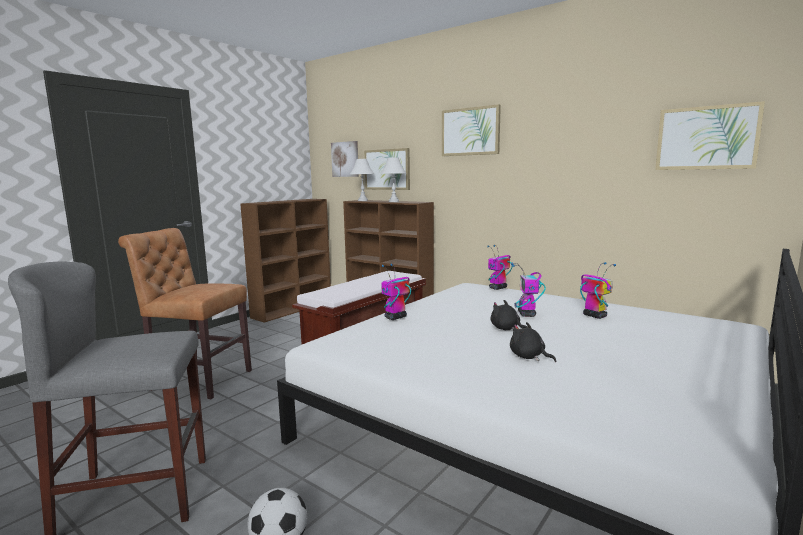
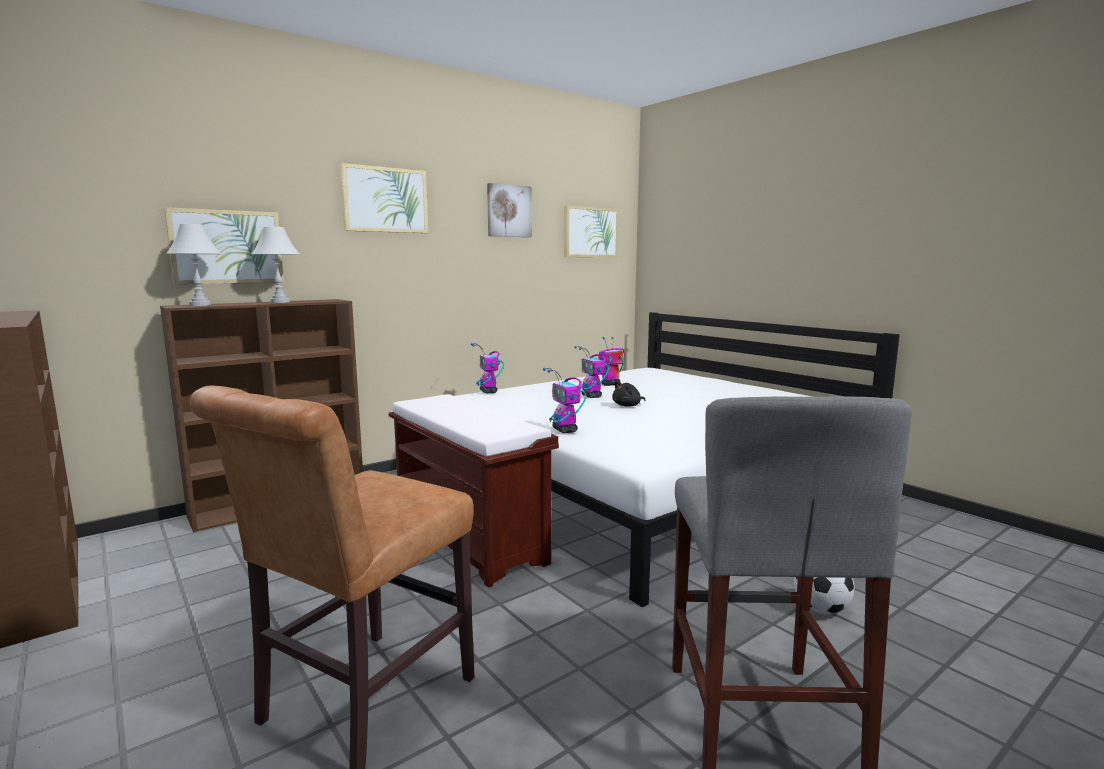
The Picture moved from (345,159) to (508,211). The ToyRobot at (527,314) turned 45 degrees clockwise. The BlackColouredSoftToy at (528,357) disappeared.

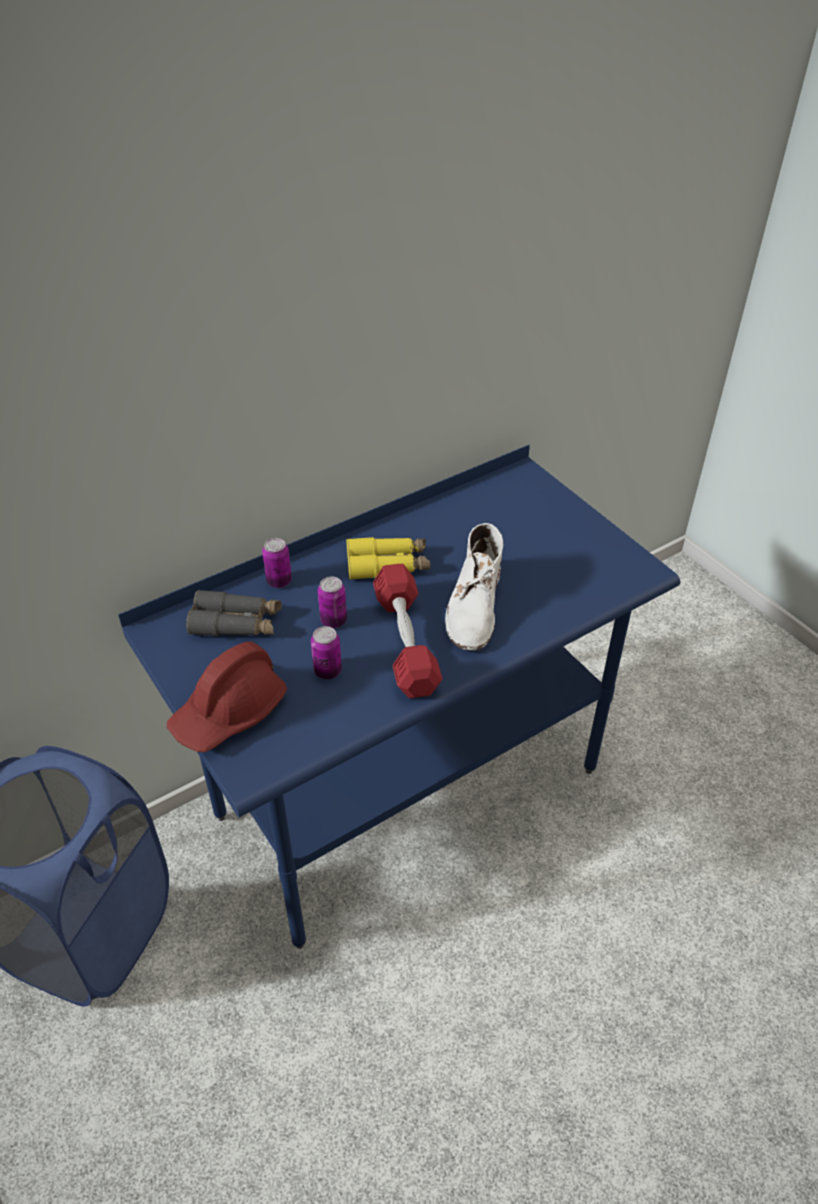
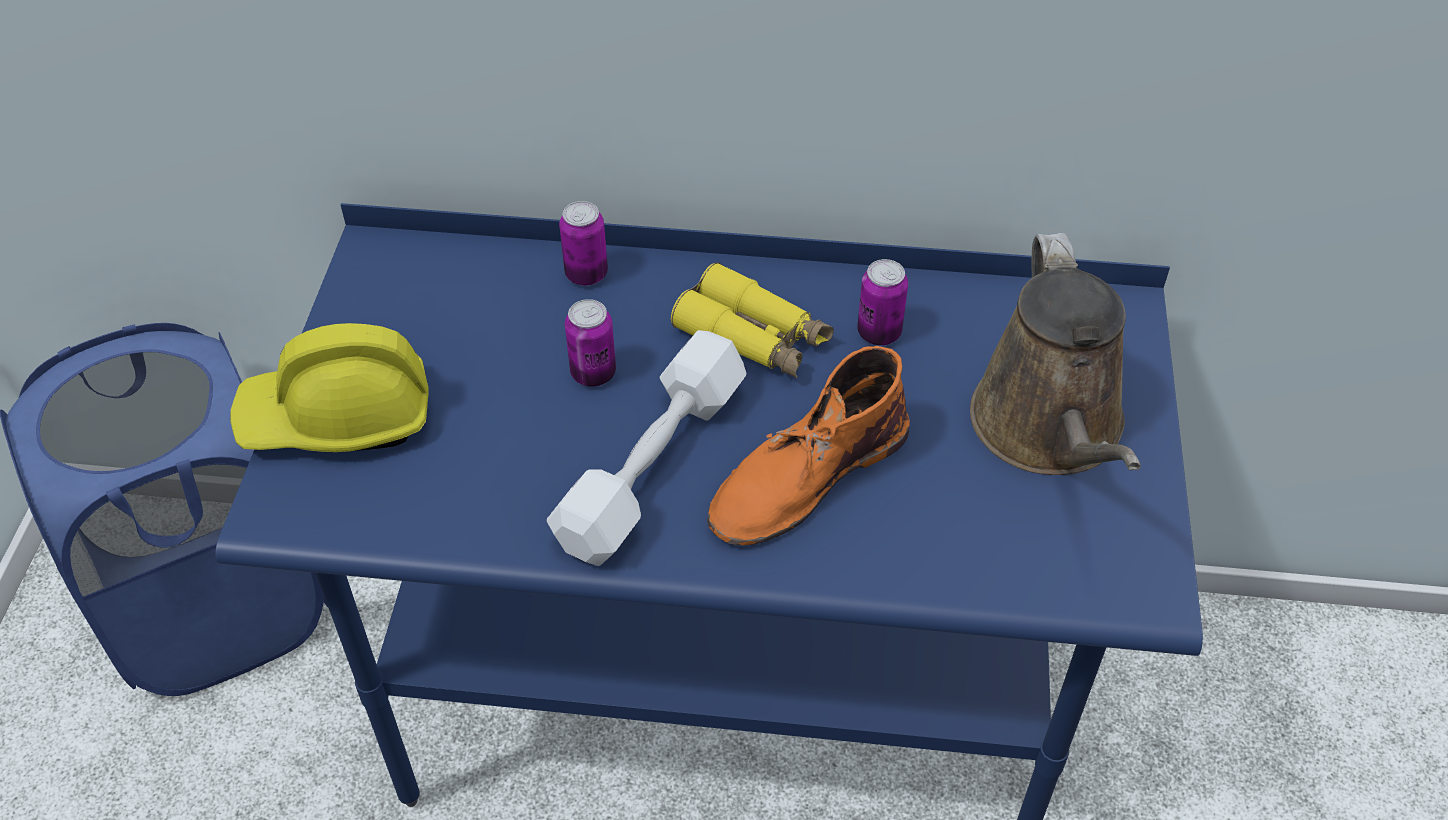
The WhiteTallBoot at (474,606) became the OrangeyTallBoot at (806,476). The RedDumbbell at (405,642) became the WhiteDumbbell at (652,466). The GrayBinoculars at (236,623) disappeared. The SealedCan moved from (327,671) to (879,333). The RedWorkHelmet at (229,712) became the YellowishWorkHelmet at (338,417). The BrownishWateringCan at (1050,430) appeared.

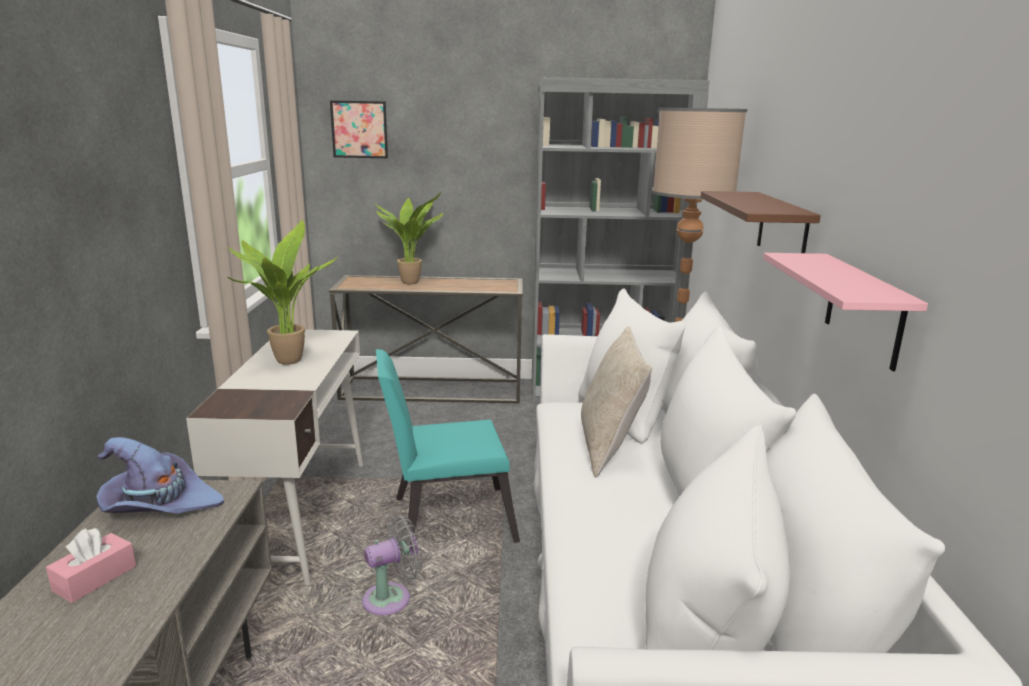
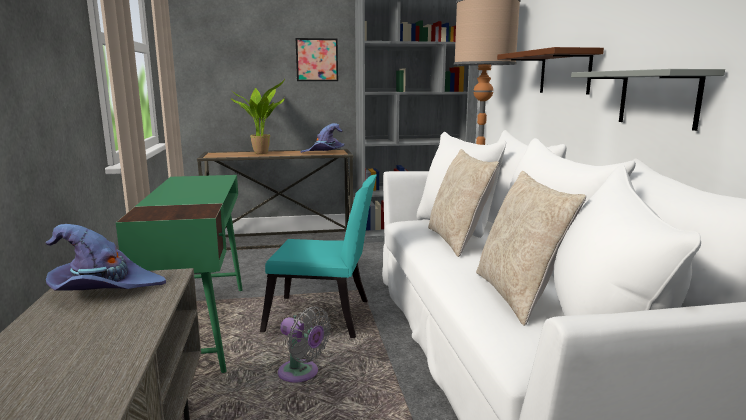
The Picture moved from (359,129) to (317,60). The Houseplant at (285,360) disappeared. The PinkColouredShelf at (864,310) became the GrayShelf at (658,98). The WhiteDeskTable at (301,515) became the GreenDeskTable at (200,326). The BlueGreenPlainChair at (444,519) turned 150 degrees counterclockwise. The GrayElectricFan at (392,598) turned 75 degrees clockwise. The PinkColouredBoxOfTissues at (95,578) disappeared. The PurplishHat at (324,153) appeared. The BeigeCushion at (519,296) appeared.

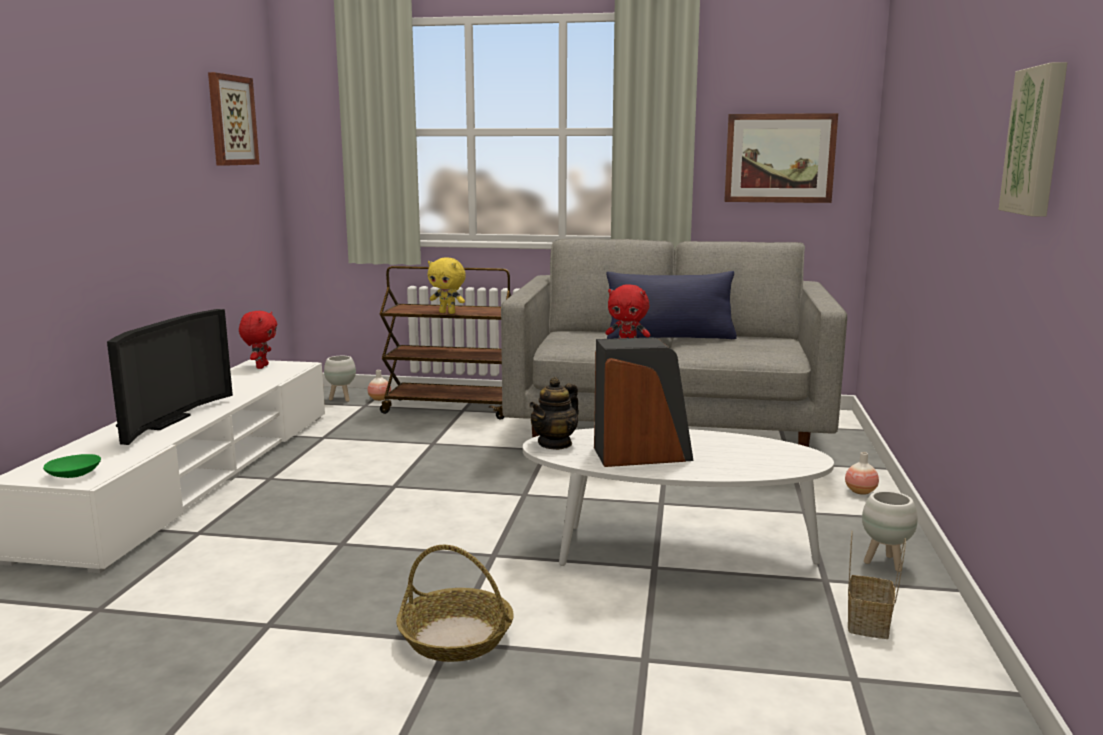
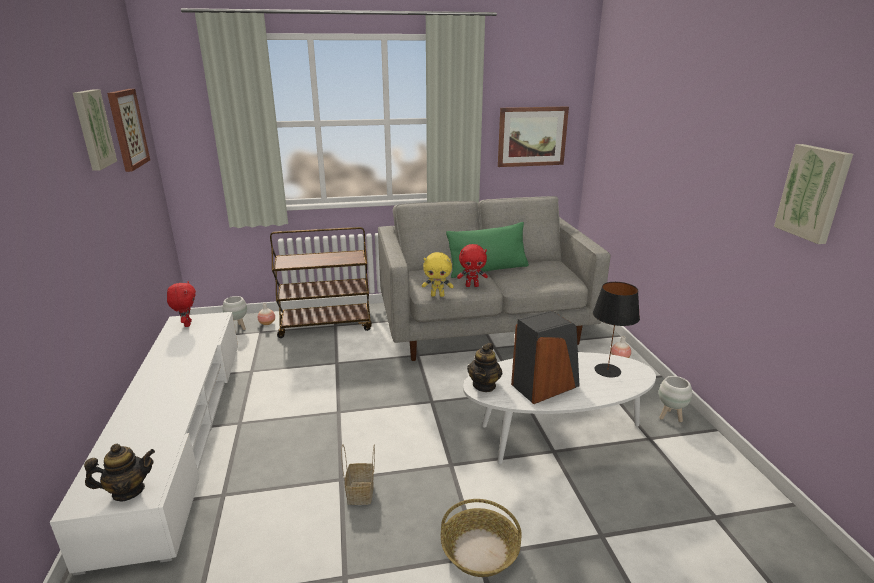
The YellowishSoftToy moved from (448,313) to (437,295). The BlueColouredCushion at (670,338) became the GreenCushion at (488,270). The Tv at (162,422) disappeared. The GreenBowl at (73,474) was replaced by the PotForTea at (128,491). The HouseholdBasket moved from (869,625) to (361,494). The Picture at (92,129) appeared. The BlackColouredTableLamp at (607,370) appeared.

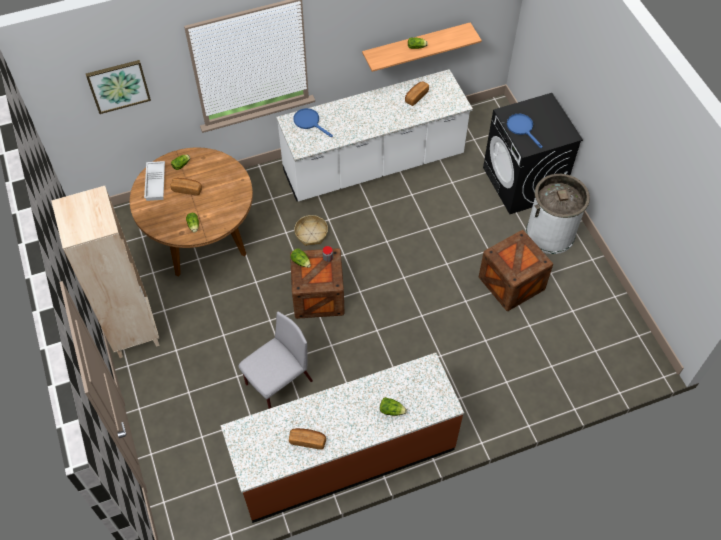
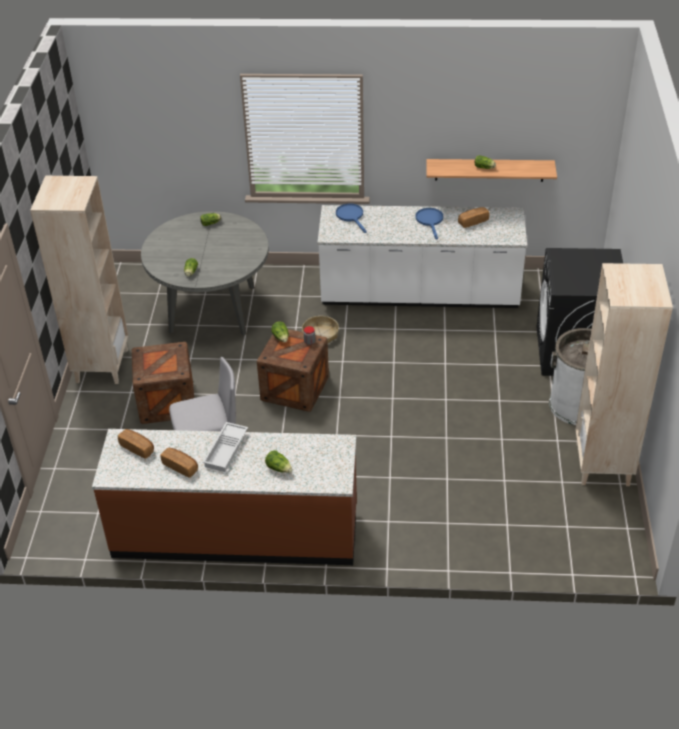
The Picture at (118,86) disappeared. The BlueColouredSkillet moved from (522,128) to (430,221). The BrownishKitchenTable at (202,238) became the GrayKitchenTable at (212,309). The WhiteCarryingTray moved from (156,183) to (226,450). The BakeryBread moved from (187,189) to (137,448). The Crate moved from (511,283) to (167,402). The BeigeBookshelf at (603,464) appeared.

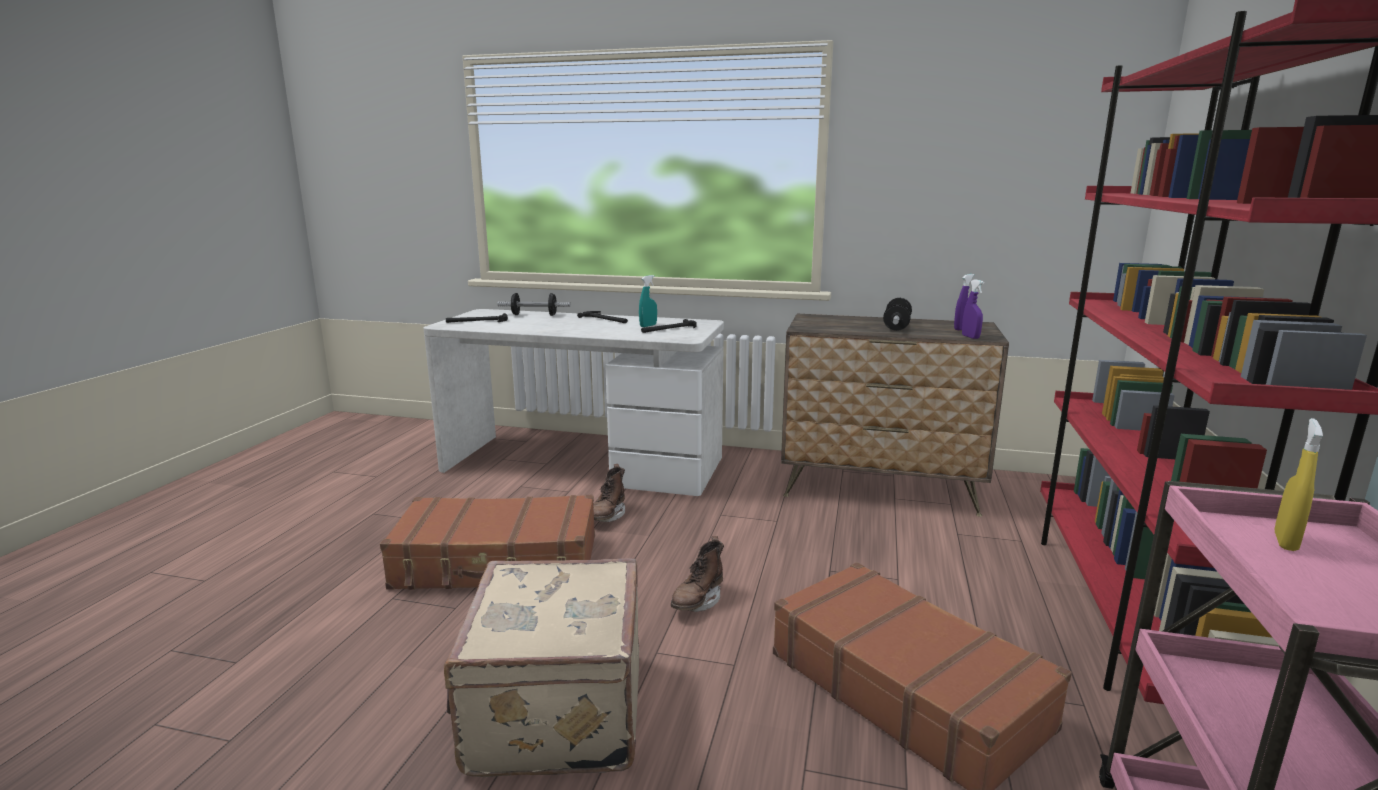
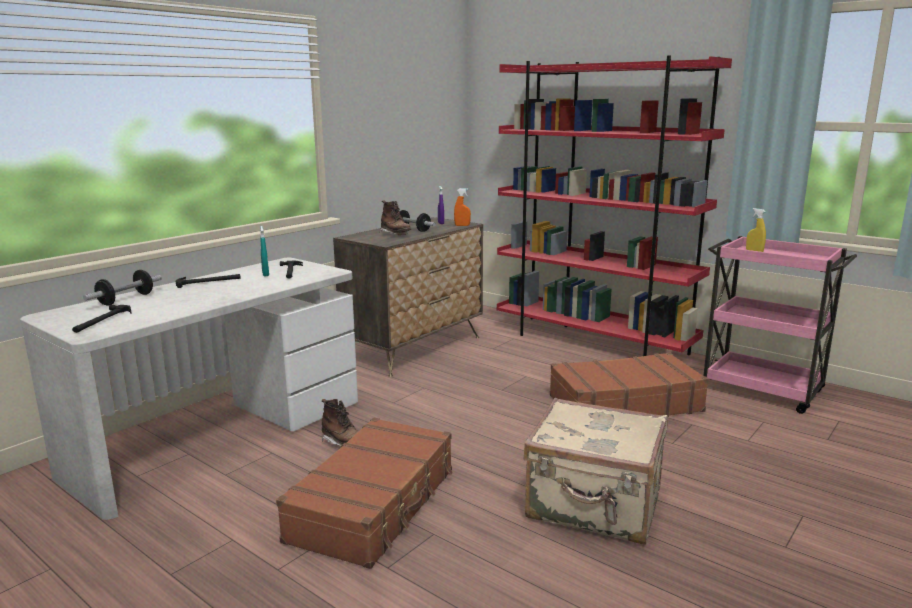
The PurplishSprayer at (970,337) became the OrangeySprayer at (462,225). The BrownishTallBoot moved from (697,601) to (395,235).

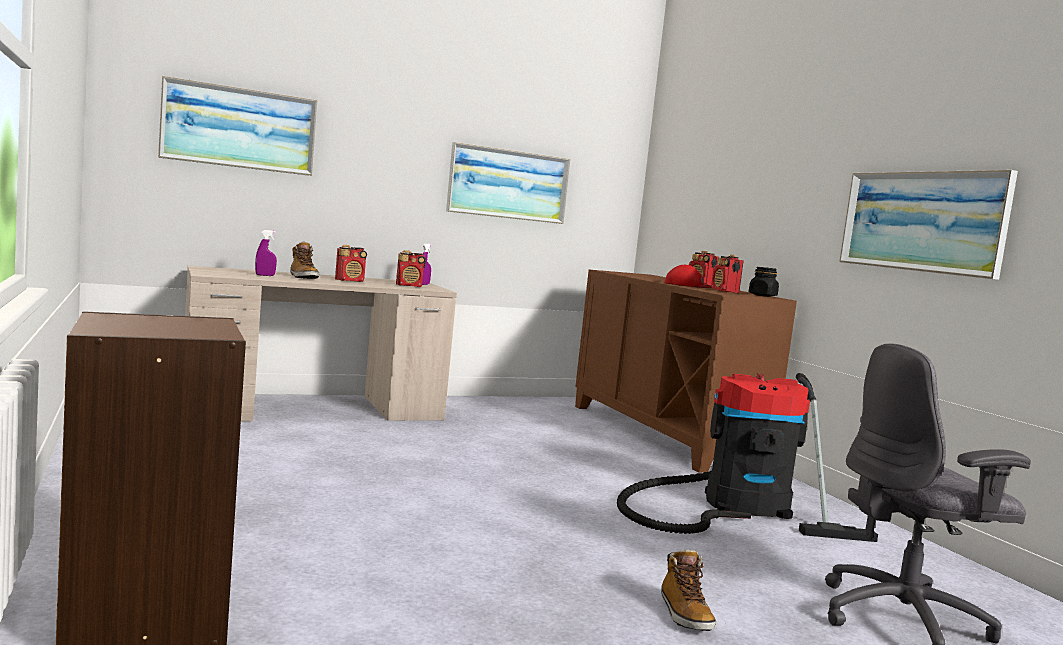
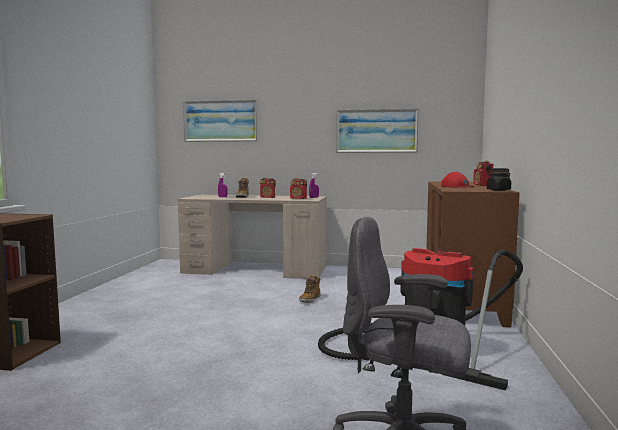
The Picture at (921,221) disappeared. The Radio at (725,291) disappeared. The TallBoot moved from (684,614) to (310,299).

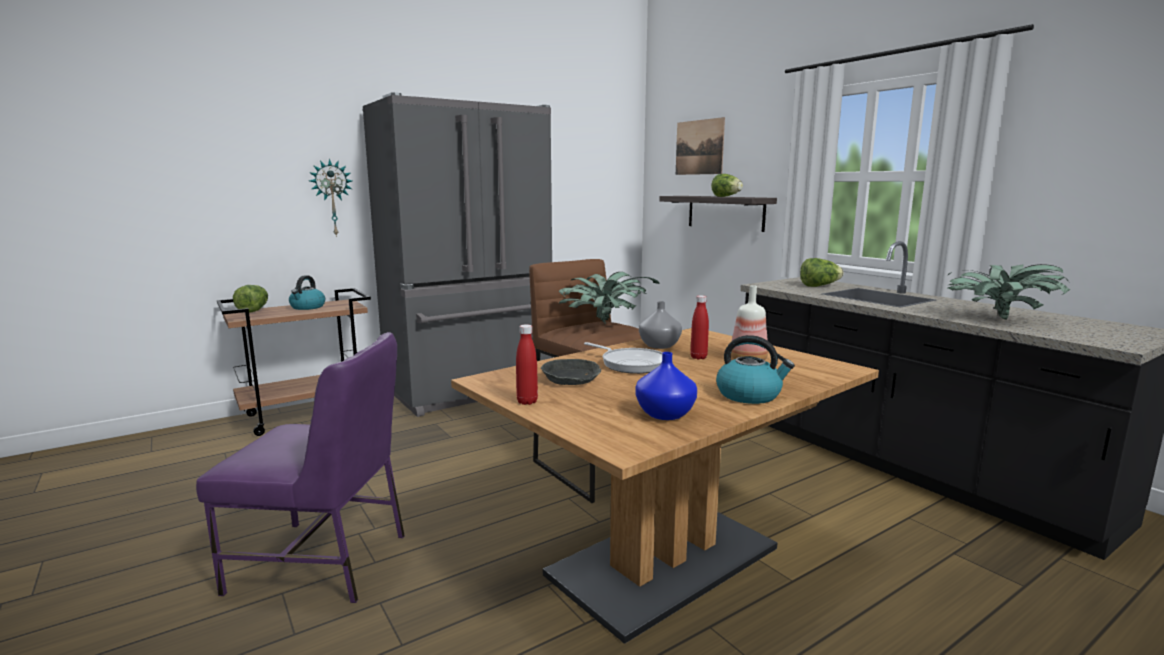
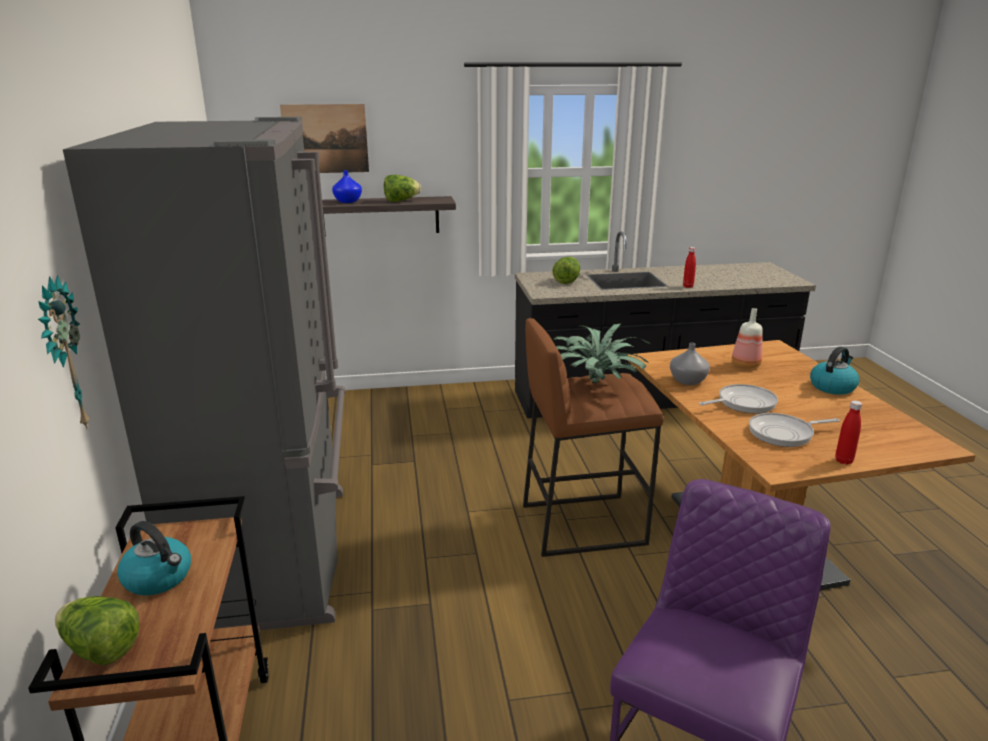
The Houseplant at (999,320) disappeared. The RedBottle moved from (698,357) to (688,286). The BlueColouredVase moved from (664,414) to (347,201). The GrayBowl at (571,379) was replaced by the Skillet at (784,433).

